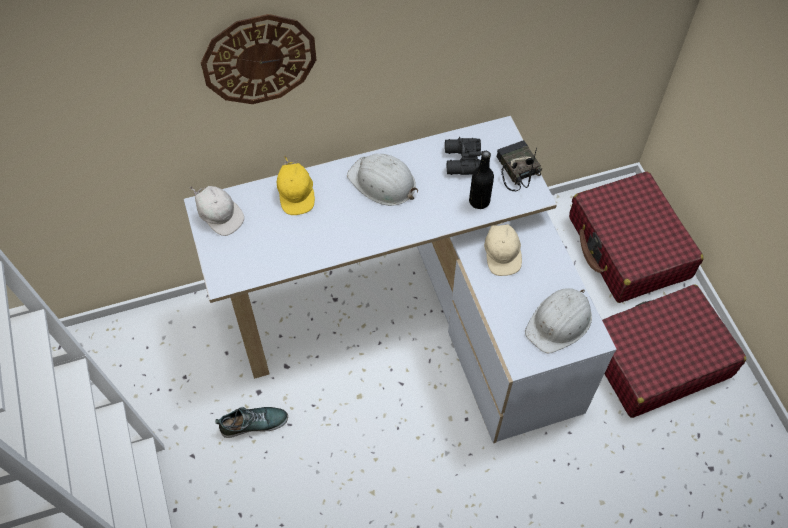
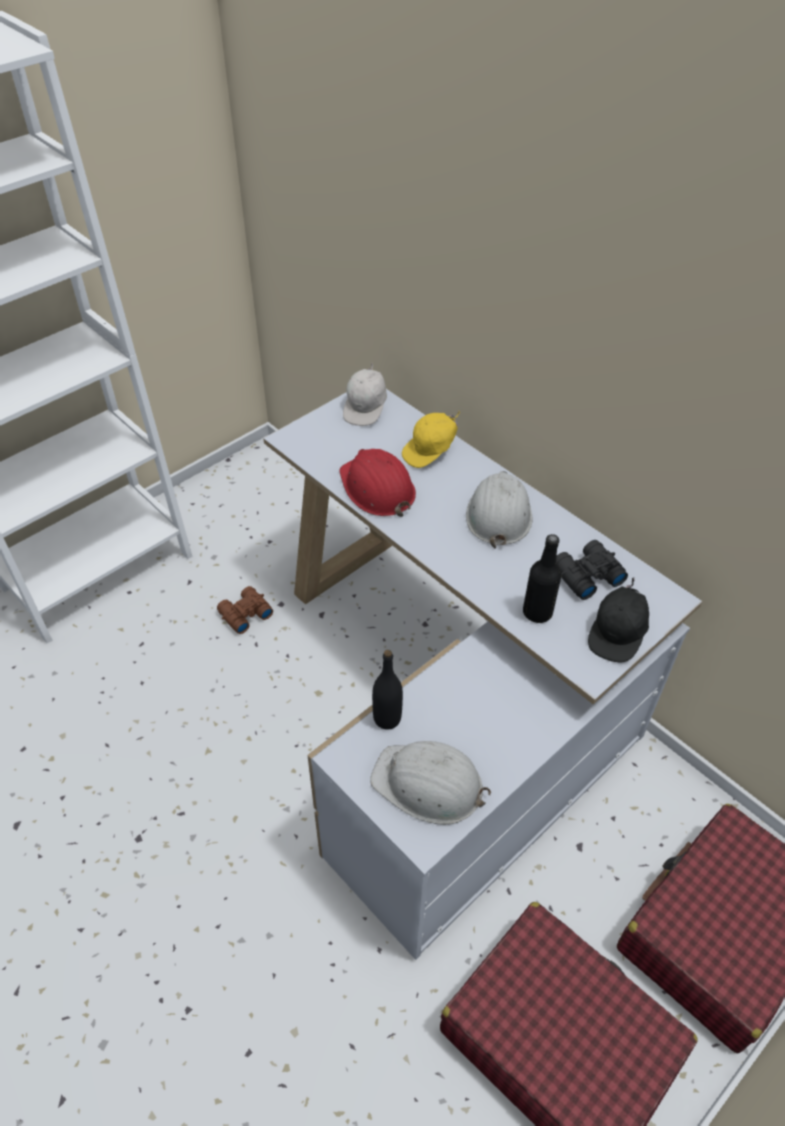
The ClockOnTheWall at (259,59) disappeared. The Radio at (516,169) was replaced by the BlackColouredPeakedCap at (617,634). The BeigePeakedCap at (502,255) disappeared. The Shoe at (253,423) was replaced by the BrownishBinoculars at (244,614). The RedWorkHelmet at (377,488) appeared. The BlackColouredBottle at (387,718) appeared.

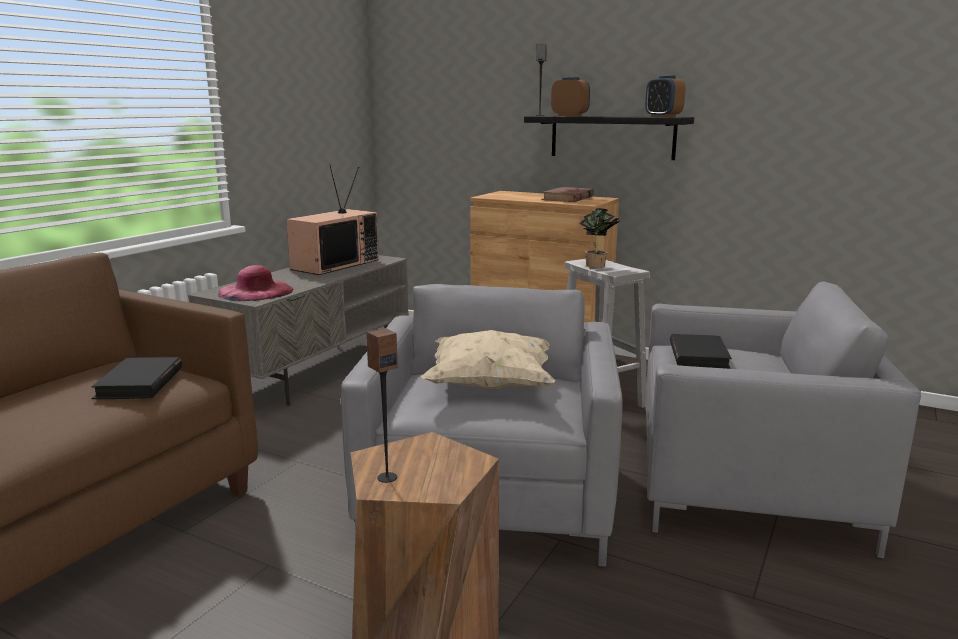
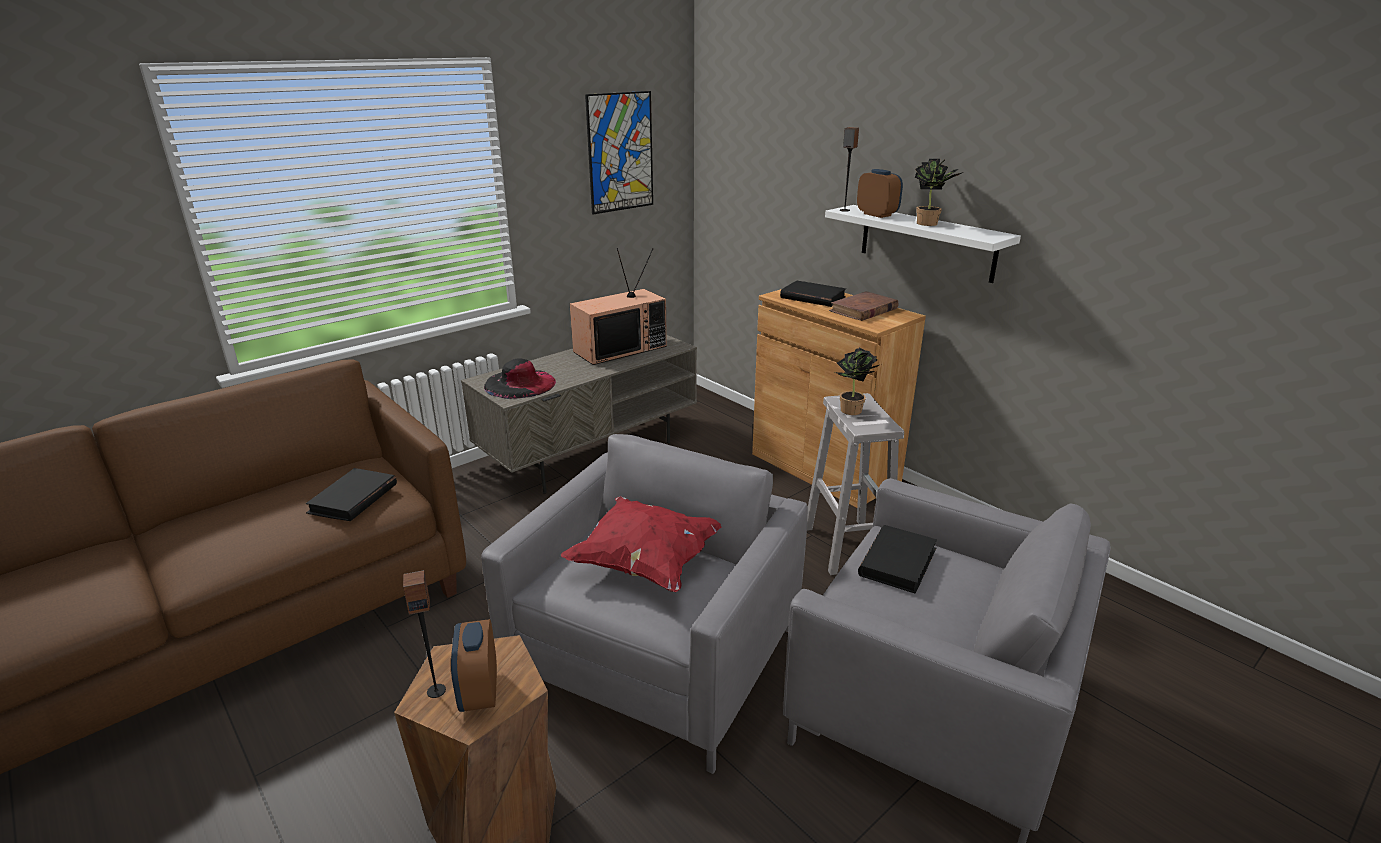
The AlarmClock moved from (663,116) to (479,692). The BlackColouredShelf at (612,137) became the WhiteShelf at (926,243). The PinkColouredHat at (256,291) became the BlackColouredHat at (520,384). The BeigeCushion at (490,386) became the RedCushion at (645,563). The Picture at (620,152) appeared. The Houseplant at (930,224) appeared. The BlackColouredVolume at (812,297) appeared.

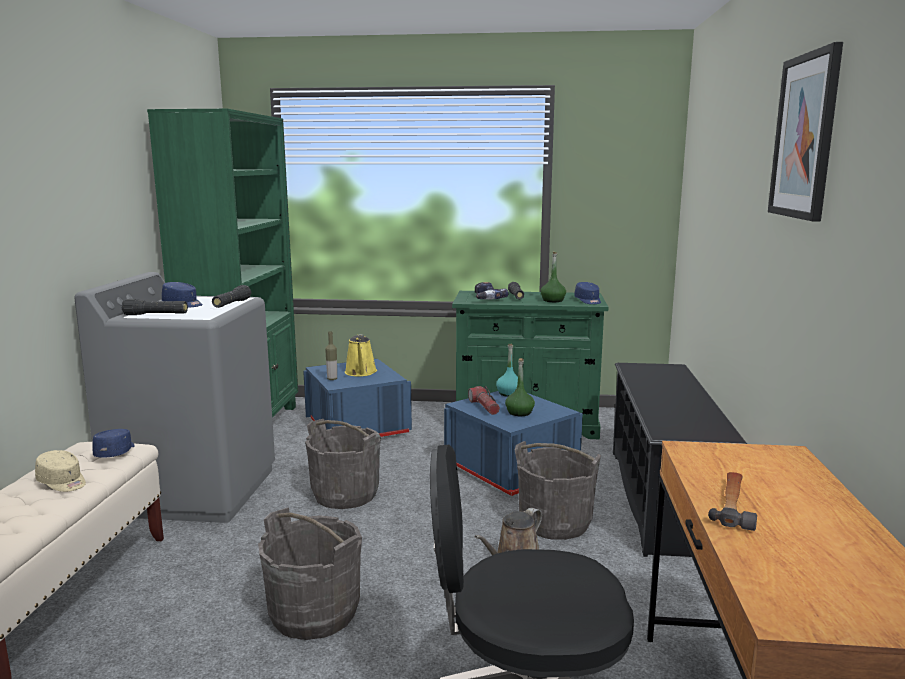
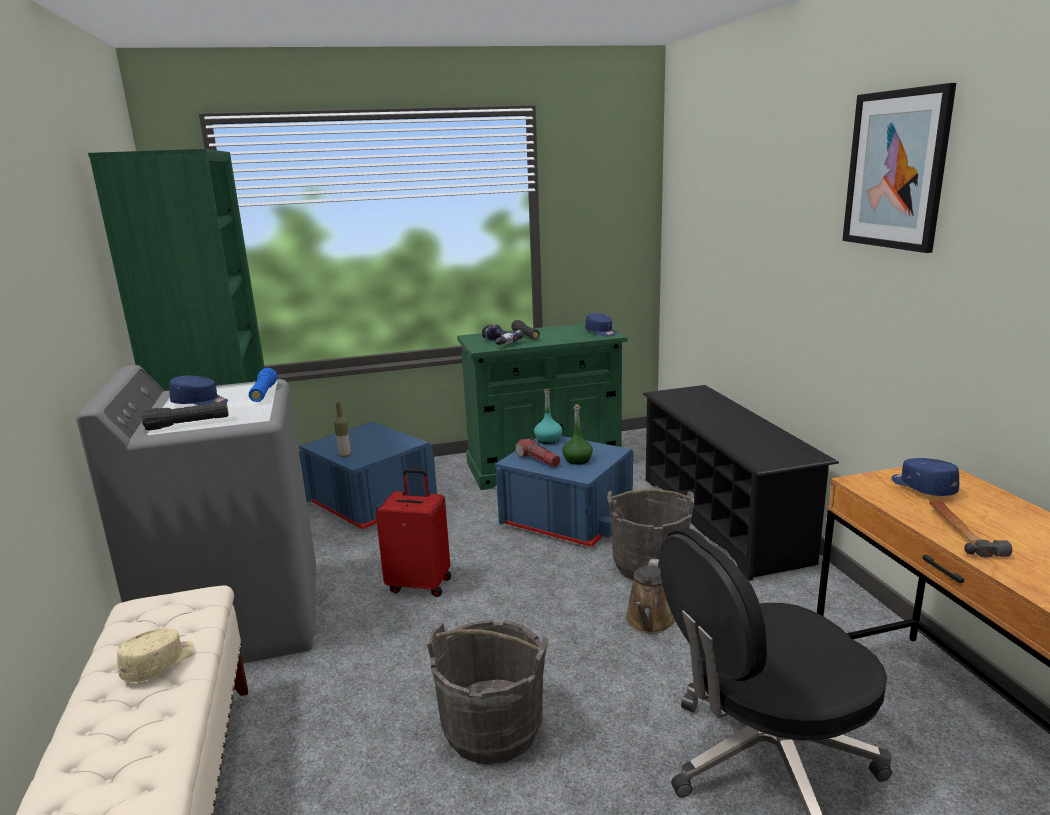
The GreenBottle at (553,300) disappeared. The BlackColouredTorch at (232,304) became the BlueColouredTorch at (264,394). The YellowishWateringCan at (360,373) disappeared. The GrayBucket at (345,494) was replaced by the RedTravelCase at (420,584). The BlueColouredPeakedCap moved from (116,452) to (922,488). The BeigePeakedCap at (62,482) turned 75 degrees counterclockwise.

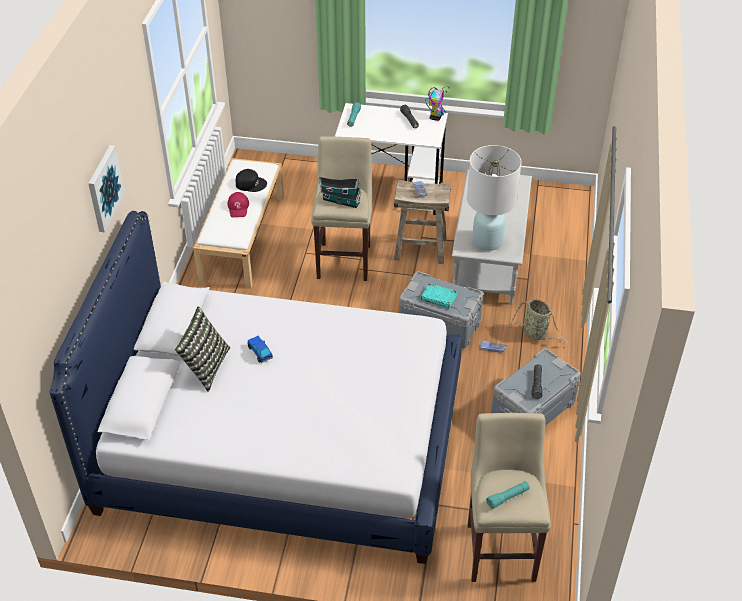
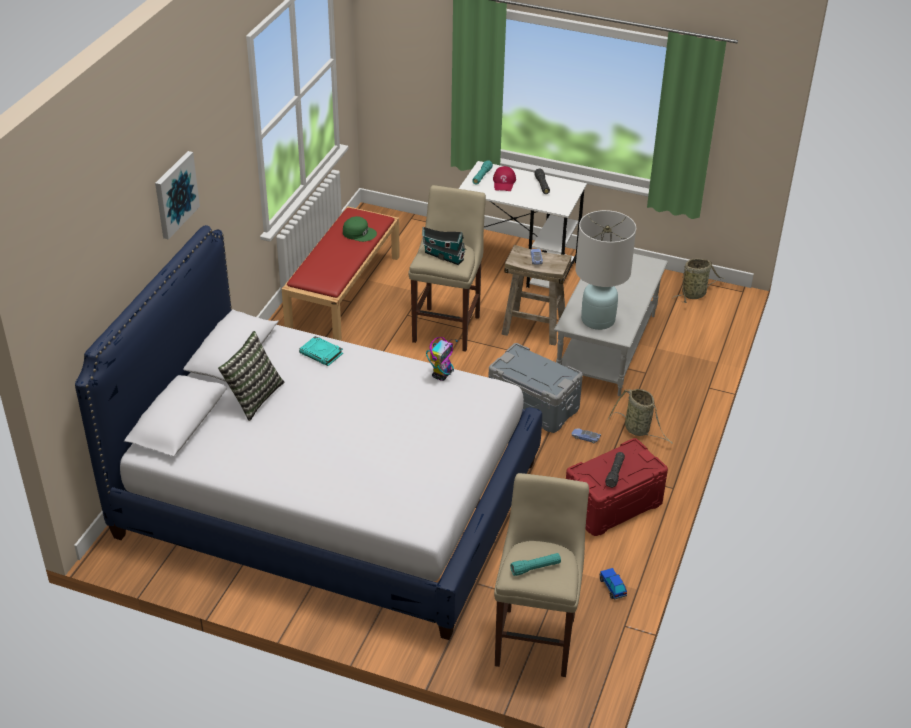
The ToyRobot moved from (436,117) to (442,375). The WhiteBench at (242,237) became the RedBench at (344,291). The BlackColouredPeakedCap at (251,183) became the GreenPeakedCap at (359,233). The RedPeakedCap moved from (238,207) to (504,182). The BlueGreenVolume moved from (439,298) to (321,354). The ToyCar moved from (260,352) to (612,587). The GrayStorageBox at (532,408) became the RedStorageBox at (612,504). The HouseholdBasket at (695,294) appeared.

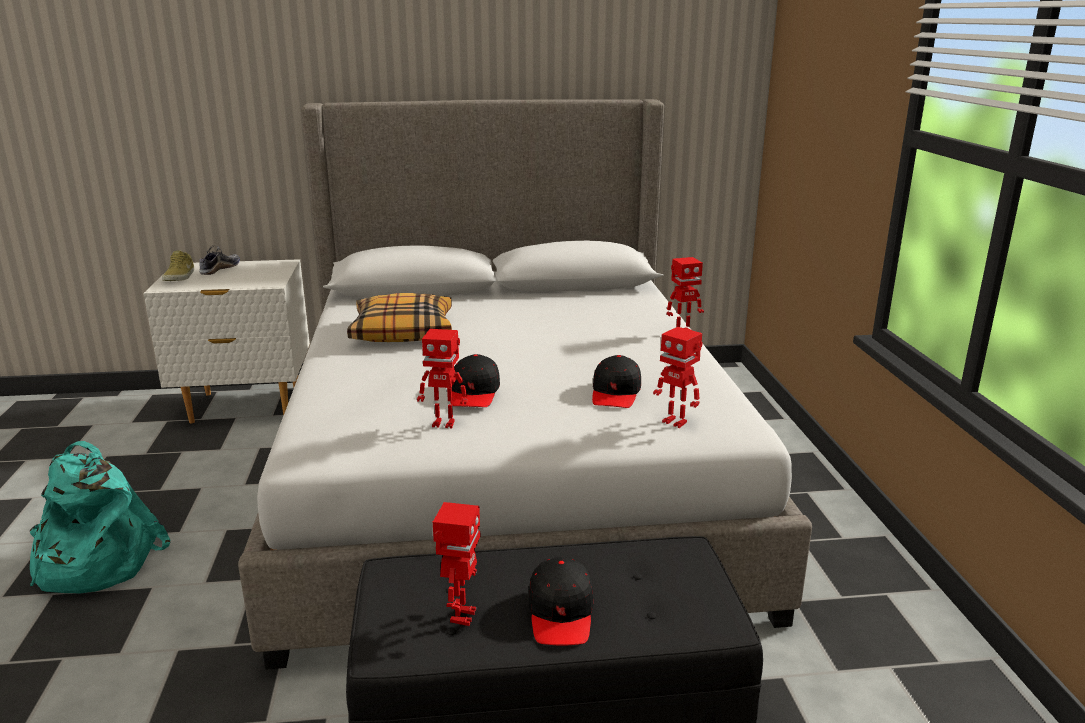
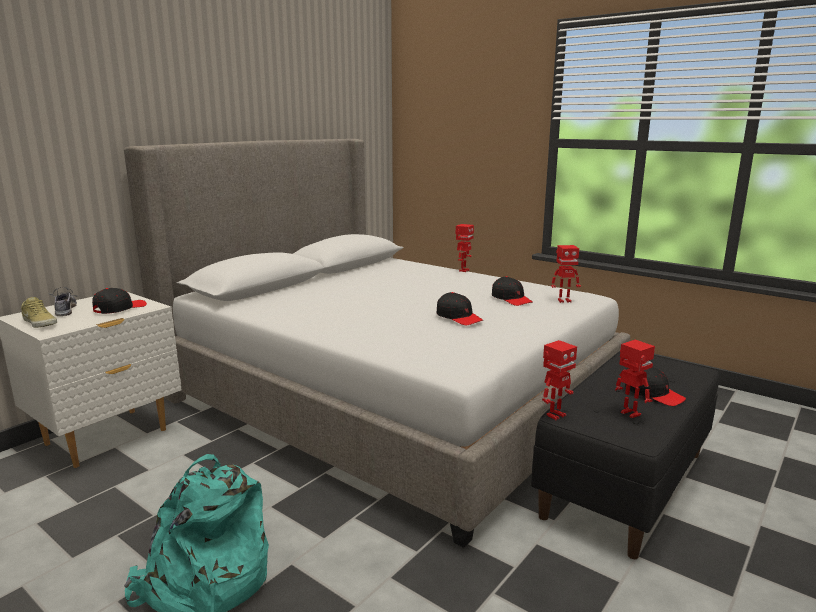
The Cushion at (403,331) disappeared. The ToyRobot moved from (444,423) to (555,415). The BlackColouredPeakedCap at (119,308) appeared.

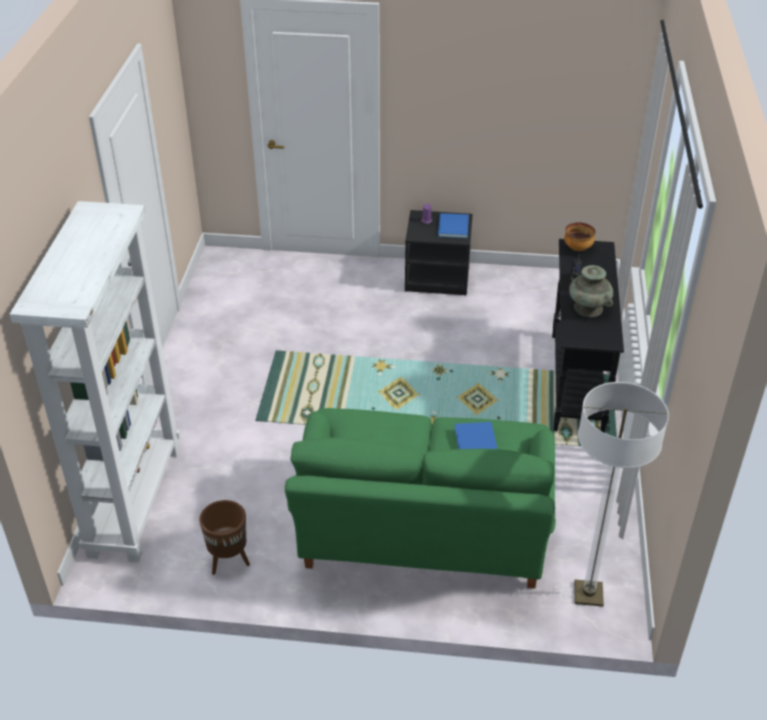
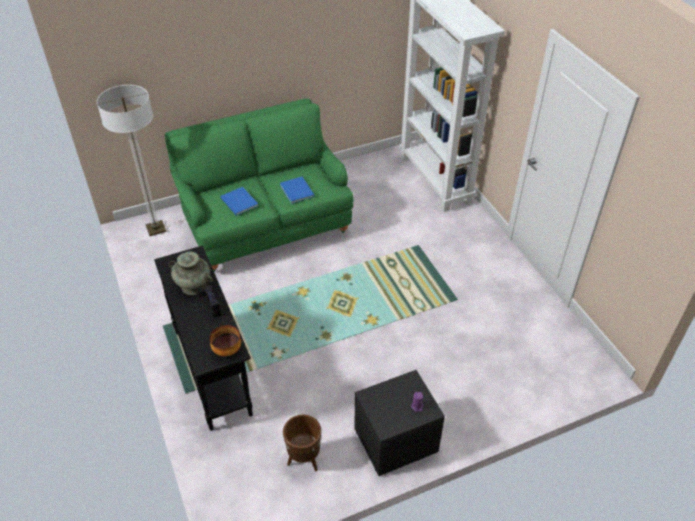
The BlueColouredVolume moved from (452,227) to (297,190). The BrownishPlanter moved from (229,561) to (304,460).

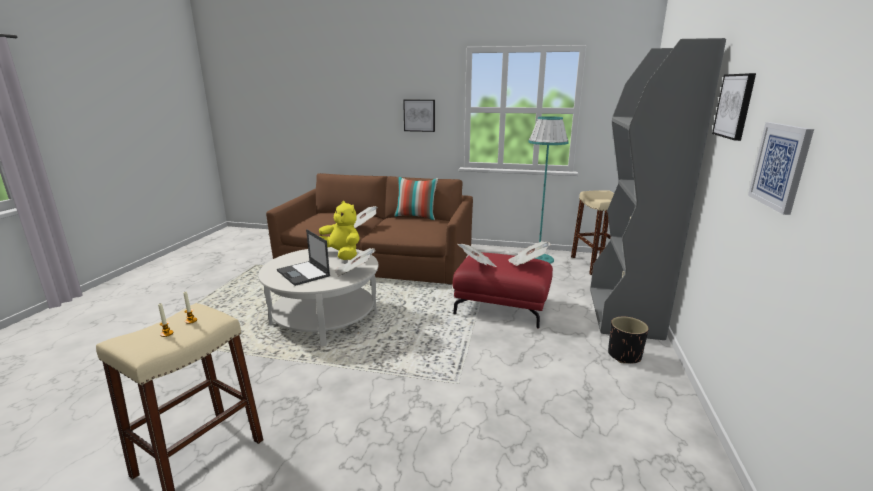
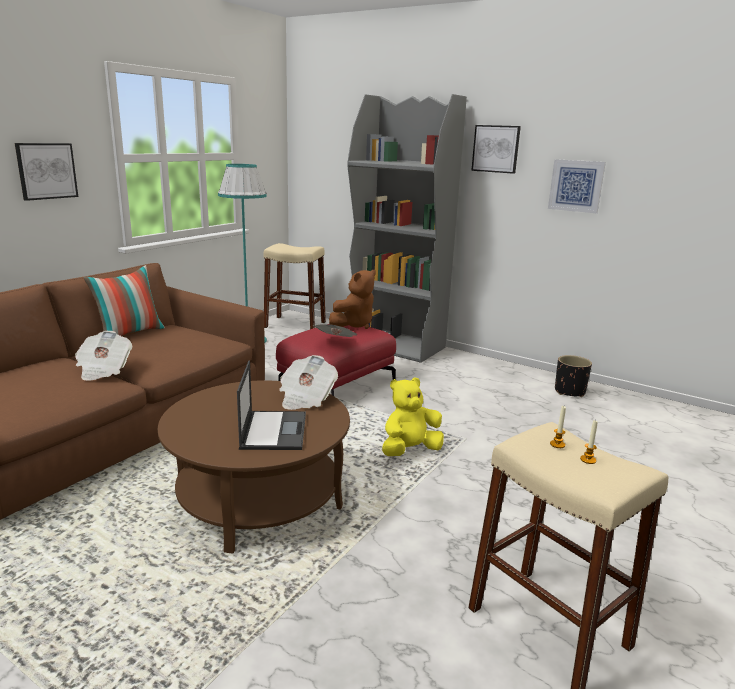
The YellowishSoftToy moved from (341,254) to (410,450). The Laptop at (304,273) turned 75 degrees counterclockwise. The Newspaper at (527,263) was replaced by the BrownishSoftToy at (354,325). The WhiteLowTable at (325,318) became the BrownishLowTable at (259,497). The BlackColouredPlanter moved from (624,355) to (569,391).

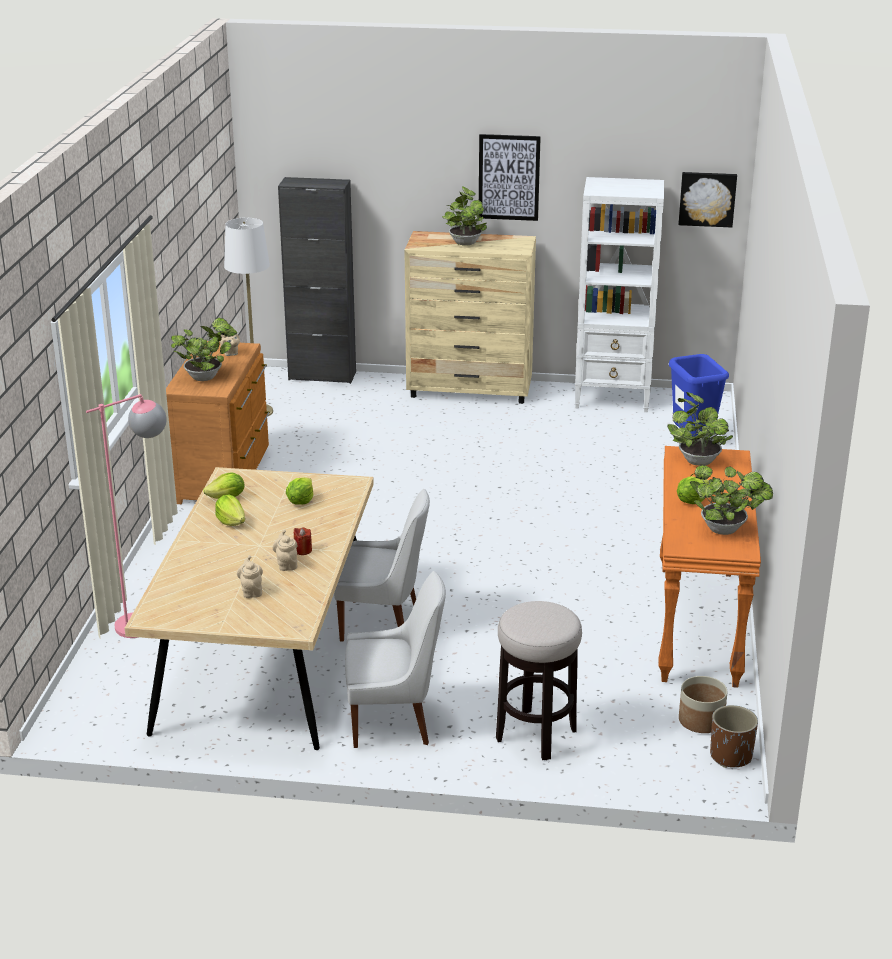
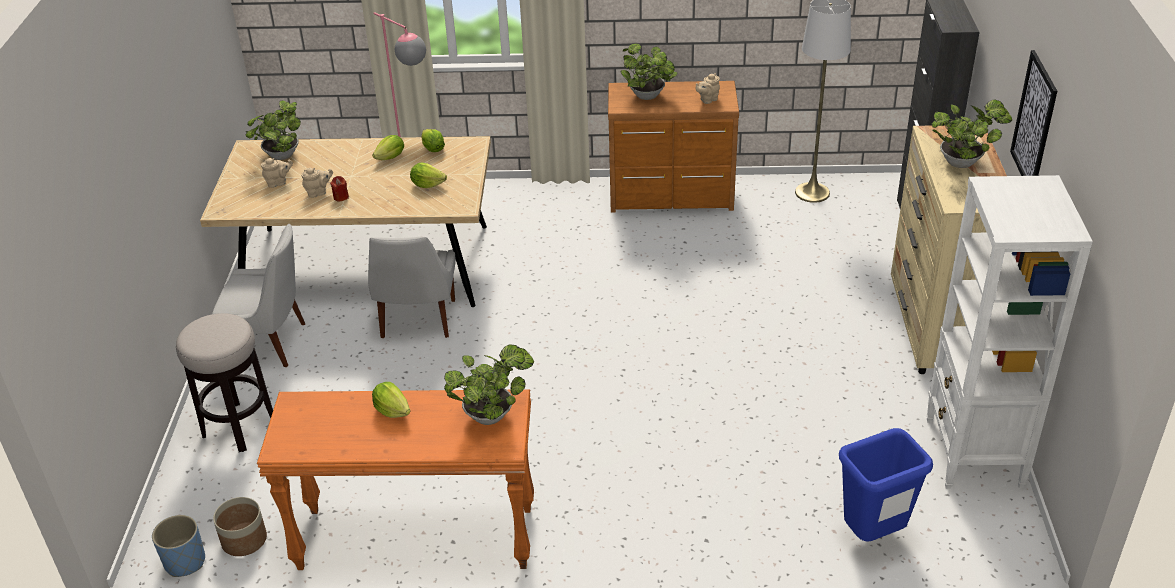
The Picture at (707,198) disappeared. The Houseplant moved from (726,530) to (280,157). The WhitePlainChair at (394,721) turned 75 degrees counterclockwise. The BrownishPlanter at (731,756) became the BlueColouredPlanter at (185,562).

